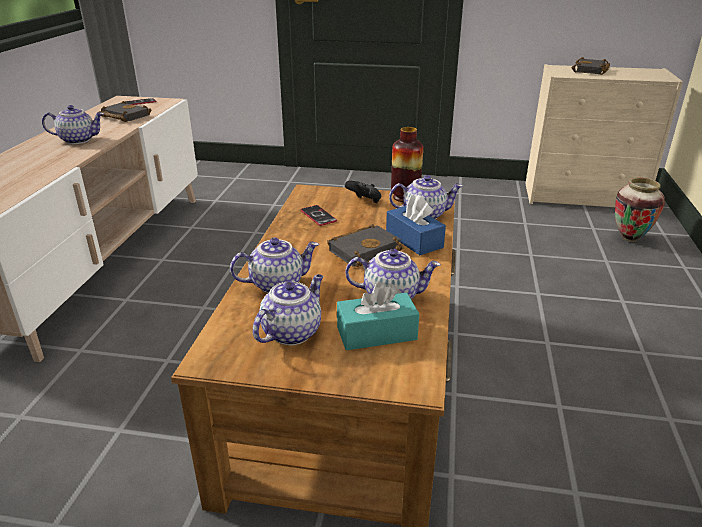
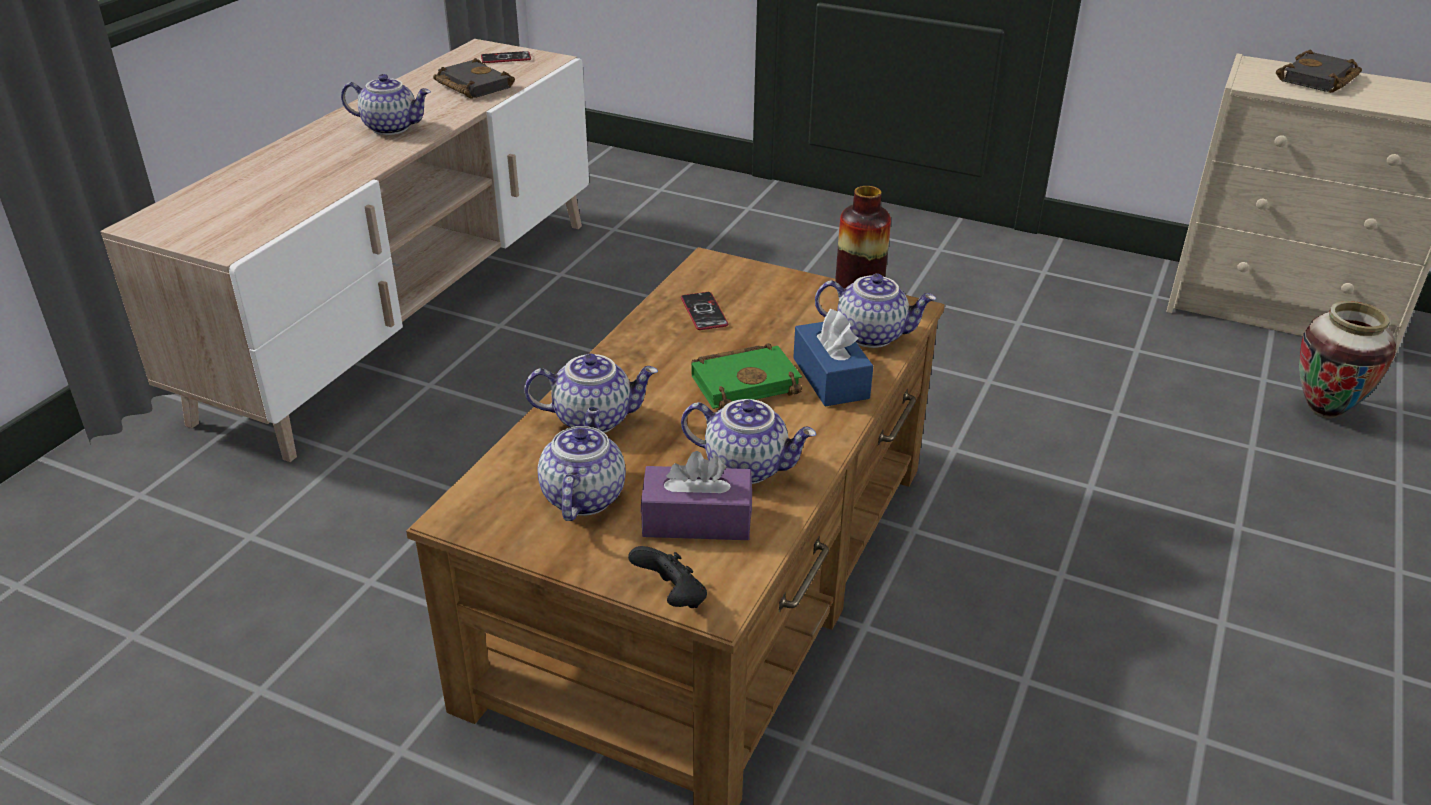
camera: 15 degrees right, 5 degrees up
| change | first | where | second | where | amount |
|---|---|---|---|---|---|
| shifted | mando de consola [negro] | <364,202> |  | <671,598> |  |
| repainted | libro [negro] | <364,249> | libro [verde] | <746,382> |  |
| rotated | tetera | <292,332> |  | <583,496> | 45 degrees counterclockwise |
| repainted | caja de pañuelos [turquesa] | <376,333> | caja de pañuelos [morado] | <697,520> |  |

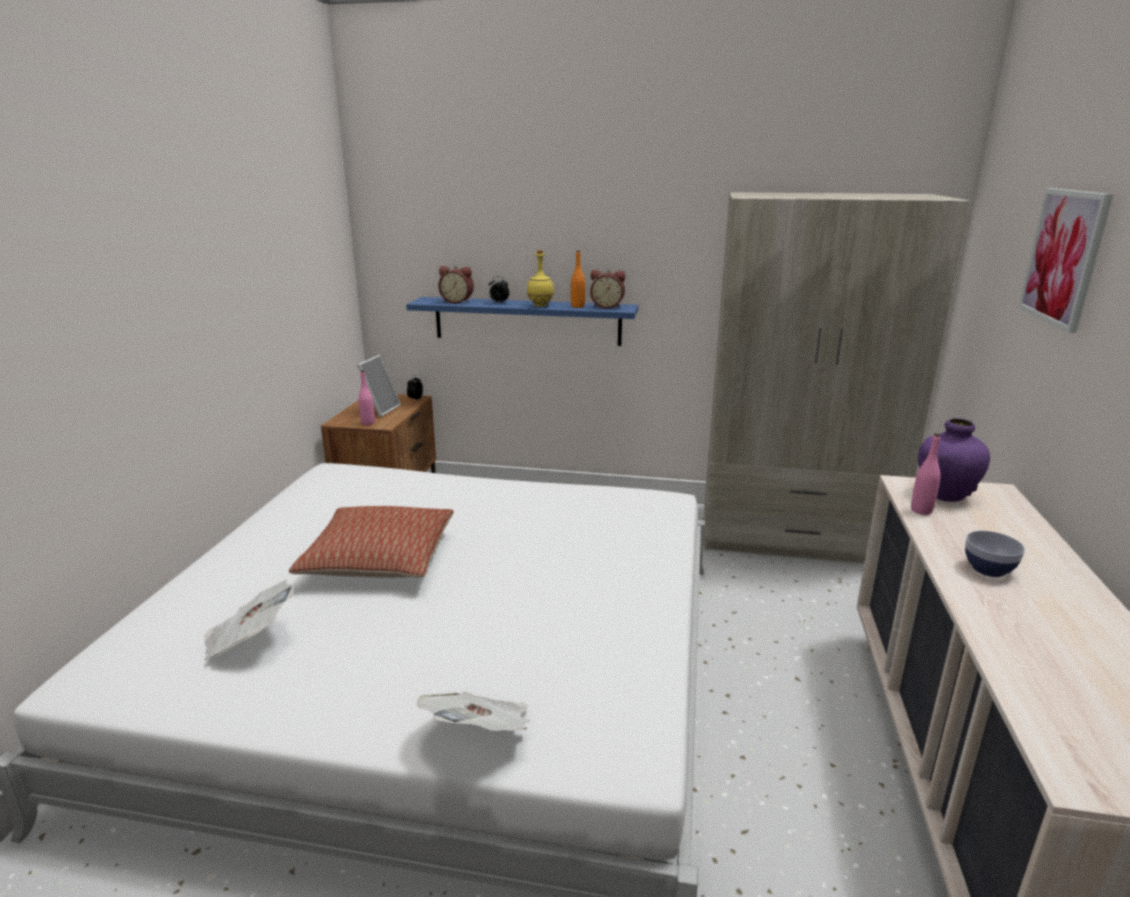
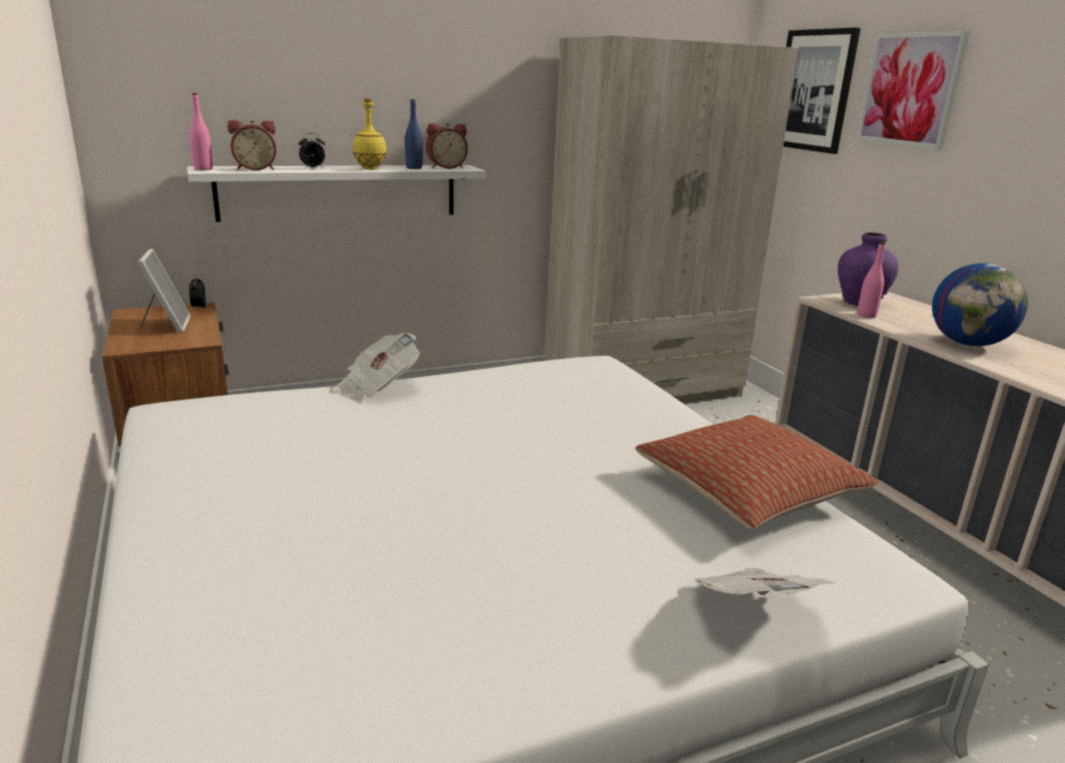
camera: 35 degrees left, 0 degrees up
| change | first | where | second | where | amount |
|---|---|---|---|---|---|
| repainted | botella [naranja] | <577,306> | botella [azul] | <414,168> |  |
| repainted | estante [azul] | <527,321> | estante [blanco] | <340,192> |  |
| shifted | botella [rosa] | <368,423> |  | <203,169> |  |
| shifted | cojín | <379,559> |  | <747,491> |  |
| swapped | cuenco | <988,569> | globo terráqueo | <968,344> |  |
| shifted | periódico | <250,640> |  | <377,386> |  |
| new |  |  | cuadro | <814,90> |  |

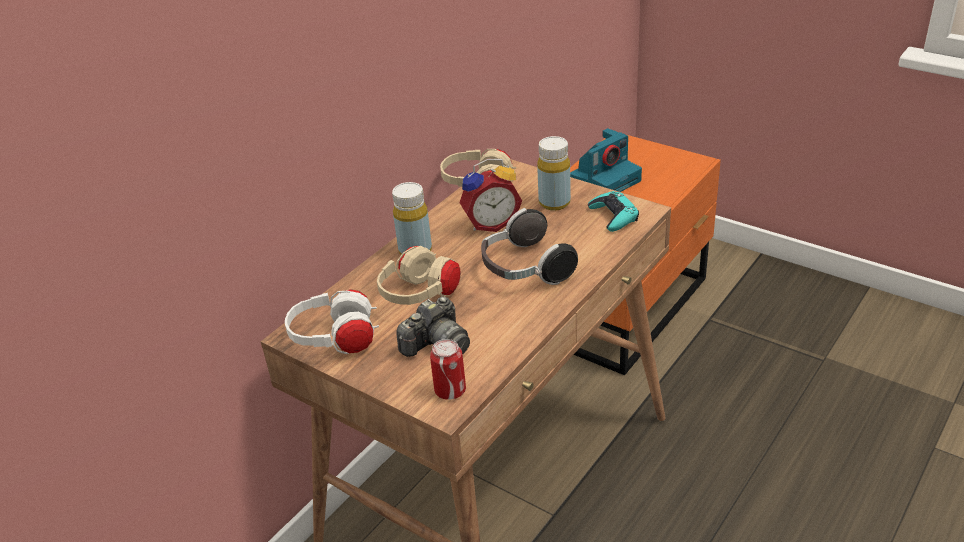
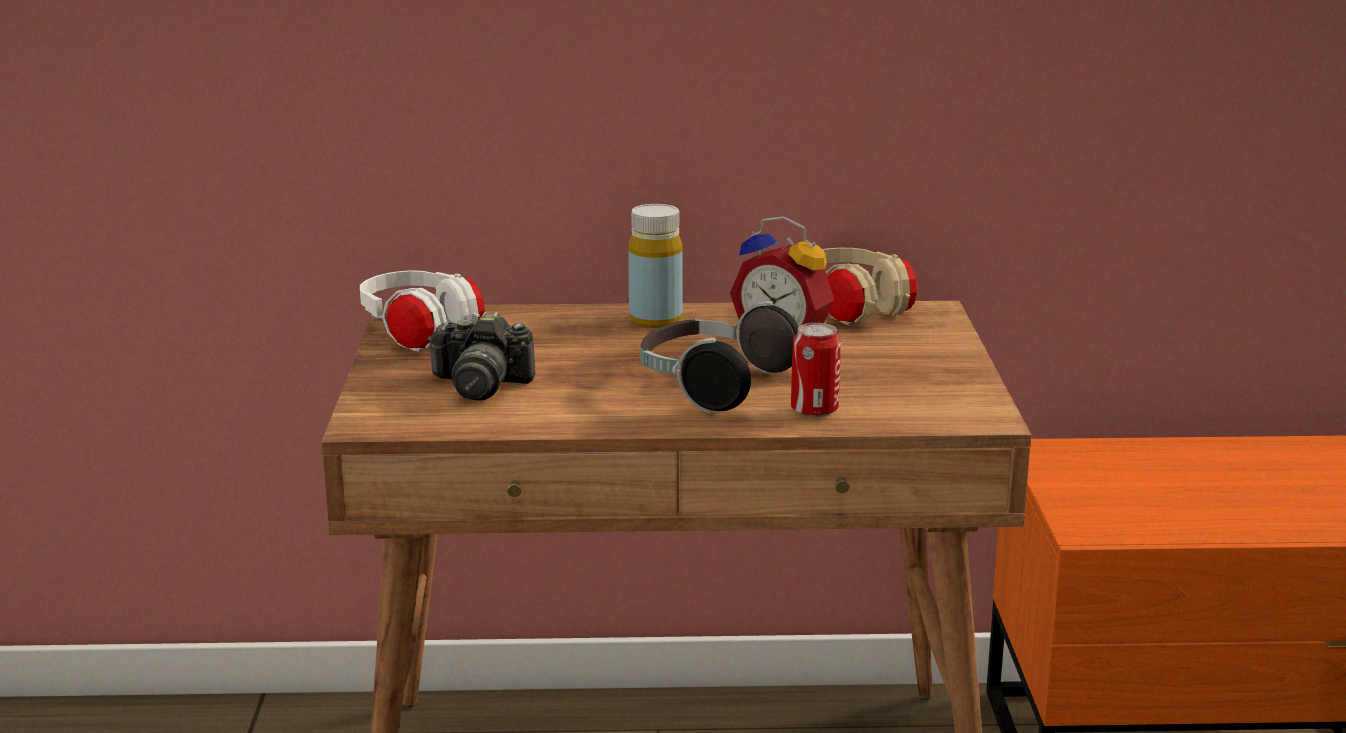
camera: 50 degrees right, 15 degrees down
| change | first | where | second | where | amount |
|---|---|---|---|---|---|
| gone | cámara | <605,179> |  |  |  |
| gone | botella [amarillo] | <554,203> |  |  |  |
| gone | mando de consola [turquesa] | <613,216> |  |  |  |
| gone | auriculares [beis] | <420,296> |  |  |  |
| shifted | lata | <450,391> |  | <814,410> |  |

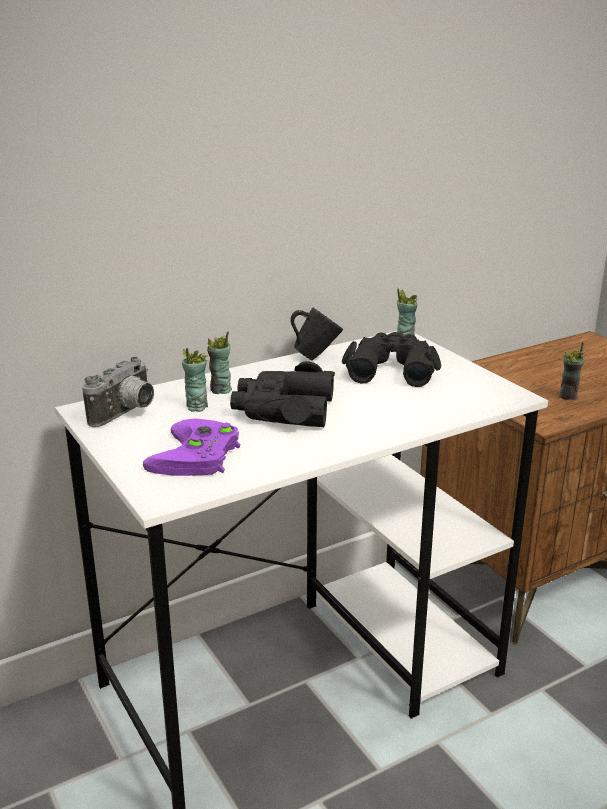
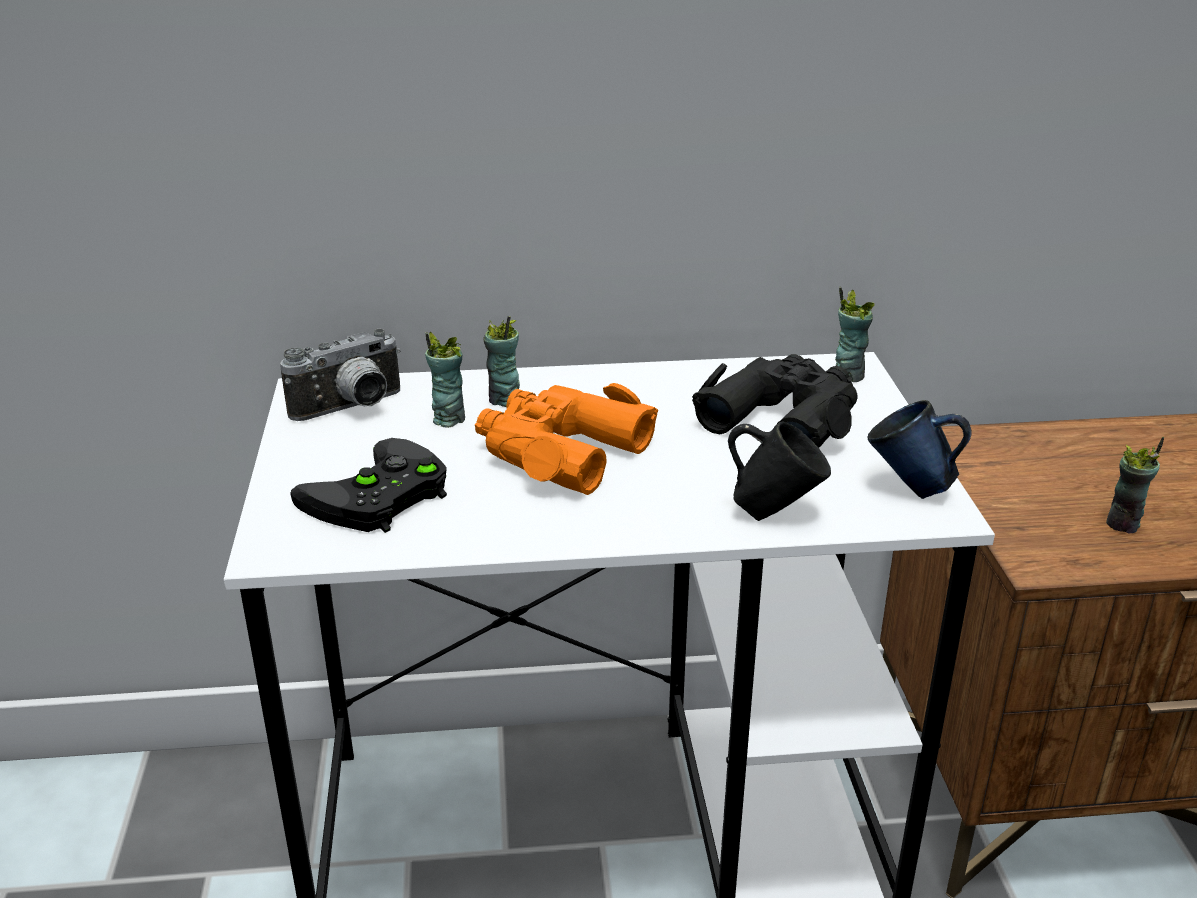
camera: 25 degrees right, 5 degrees up
| change | first | where | second | where | amount |
|---|---|---|---|---|---|
| shifted | taza grande [negro] | <316,357> |  | <774,512> |  |
| repainted | prismáticos [negro] | <283,409> | prismáticos [naranja] | <559,451> |  |
| repainted | mando de consola [morado] | <197,457> | mando de consola [negro] | <376,498> |  |
| new |  |  | taza grande [azul] | <911,489> |  |

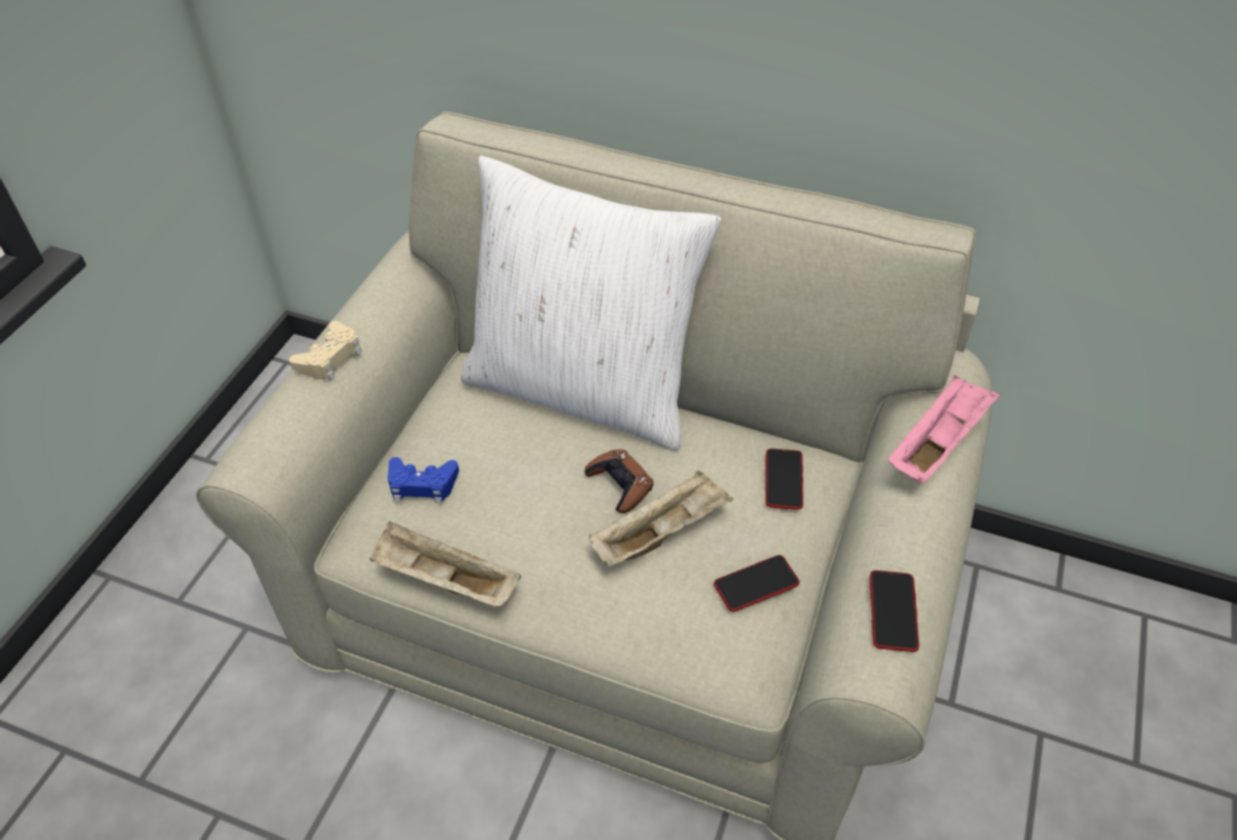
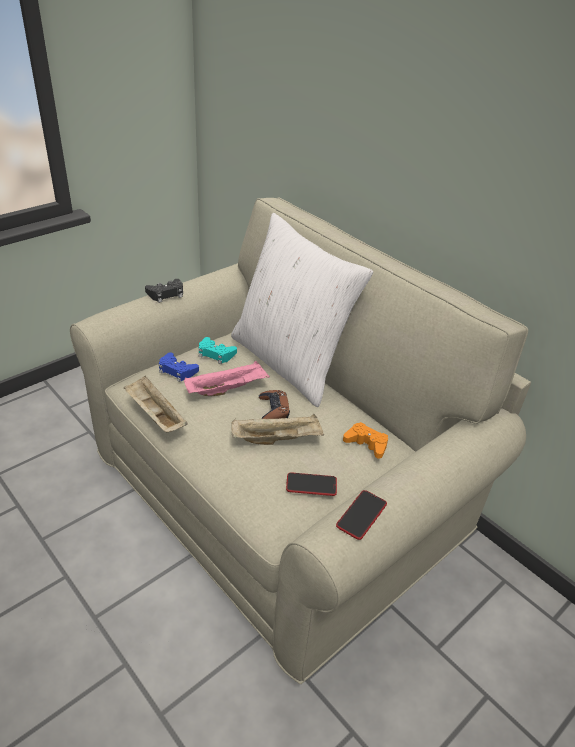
camera: 25 degrees right, 10 degrees down
| change | first | where | second | where | amount |
|---|---|---|---|---|---|
| repainted | mando de consola [beis] | <330,357> | mando de consola [negro] | <166,294> |  |
| shifted | bandeja [rosa] | <937,443> |  | <227,389> |  |
| swapped | móvil | <783,479> | mando de consola [naranja] | <366,444> |  |
| new |  |  | mando de consola [turquesa] | <216,354> |  |

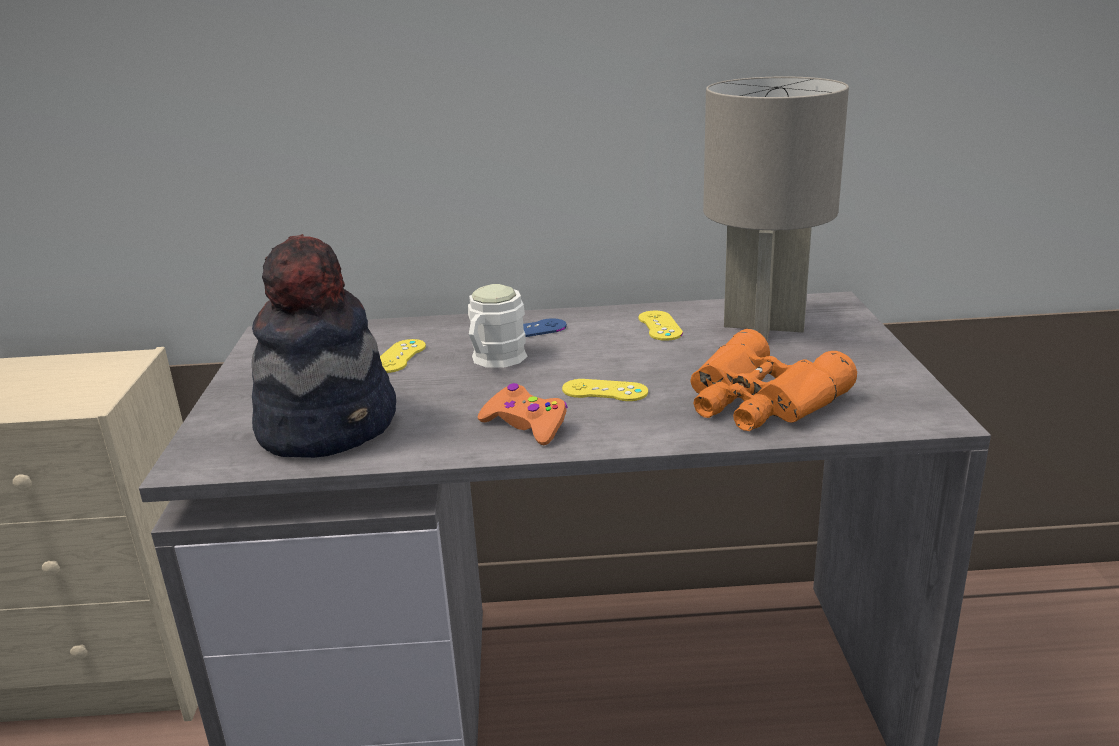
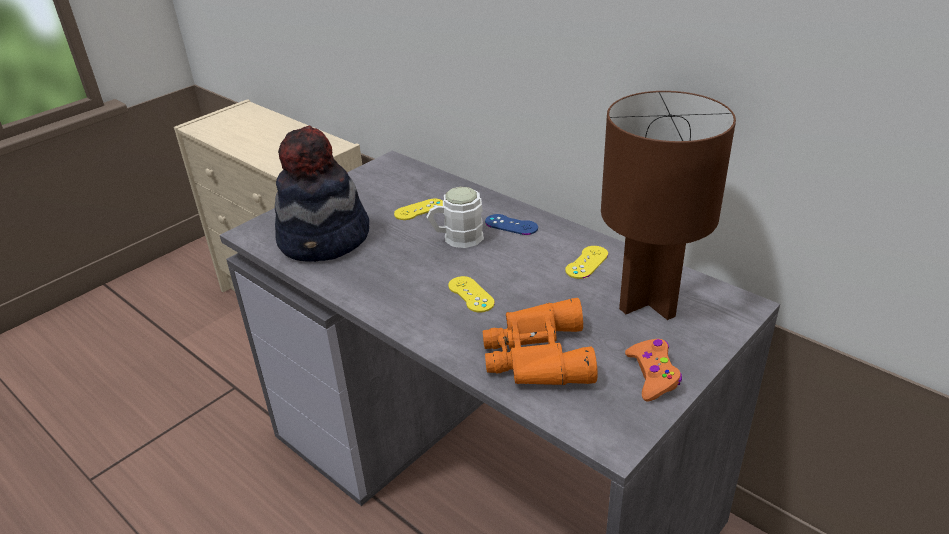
camera: 45 degrees right, 10 degrees up
| change | first | where | second | where | amount |
|---|---|---|---|---|---|
| repainted | lámpara de mesa [gris] | <762,327> | lámpara de mesa [marrón] | <649,300> |  |
| shifted | mando de consola [naranja] | <526,425> |  | <653,375> |  |

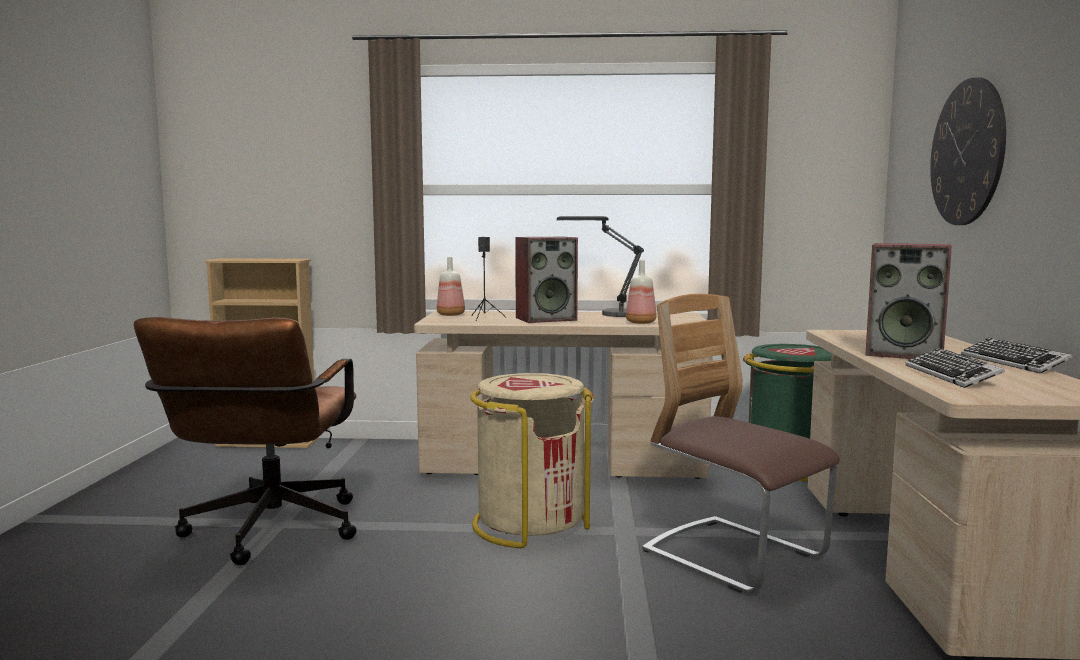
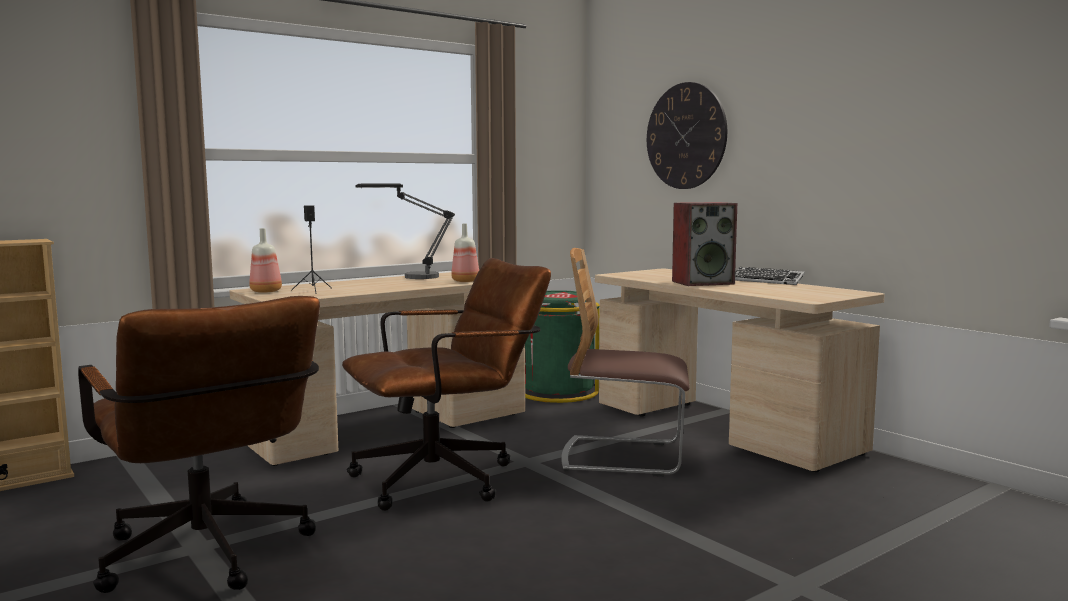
camera: 40 degrees left, 0 degrees up
| change | first | where | second | where | amount |
|---|---|---|---|---|---|
| gone | altavoz | <546,319> |  |  |  |
| gone | teclado | <951,375> |  |  |  |
| swapped | papelera [beis] | <530,524> | silla de oficina [marrón] | <448,477> |  |

